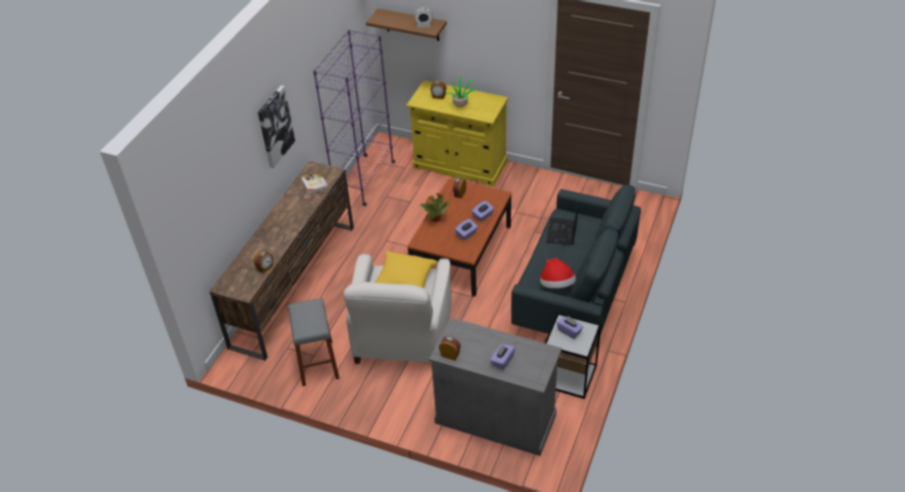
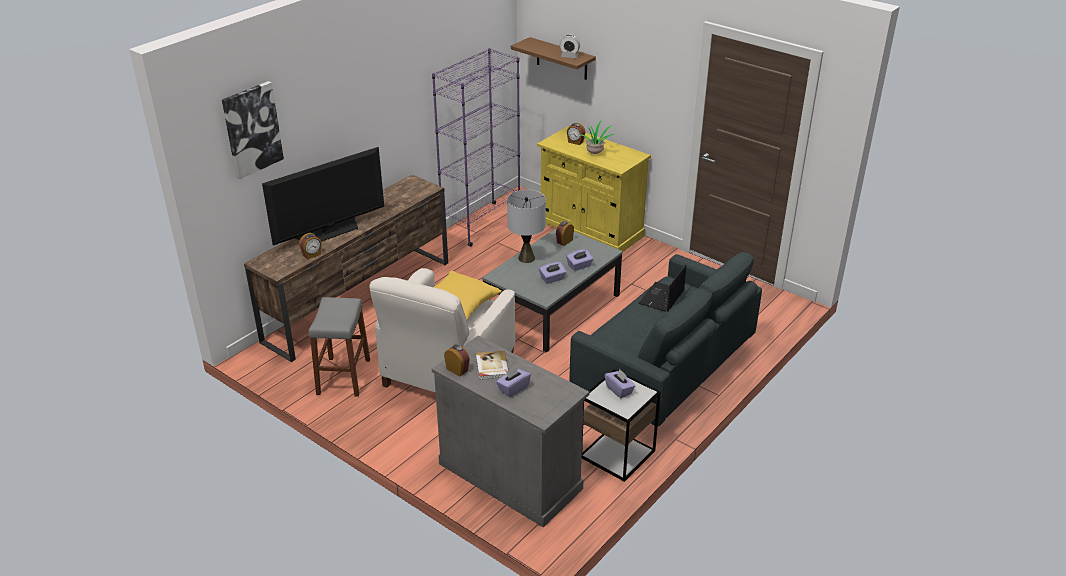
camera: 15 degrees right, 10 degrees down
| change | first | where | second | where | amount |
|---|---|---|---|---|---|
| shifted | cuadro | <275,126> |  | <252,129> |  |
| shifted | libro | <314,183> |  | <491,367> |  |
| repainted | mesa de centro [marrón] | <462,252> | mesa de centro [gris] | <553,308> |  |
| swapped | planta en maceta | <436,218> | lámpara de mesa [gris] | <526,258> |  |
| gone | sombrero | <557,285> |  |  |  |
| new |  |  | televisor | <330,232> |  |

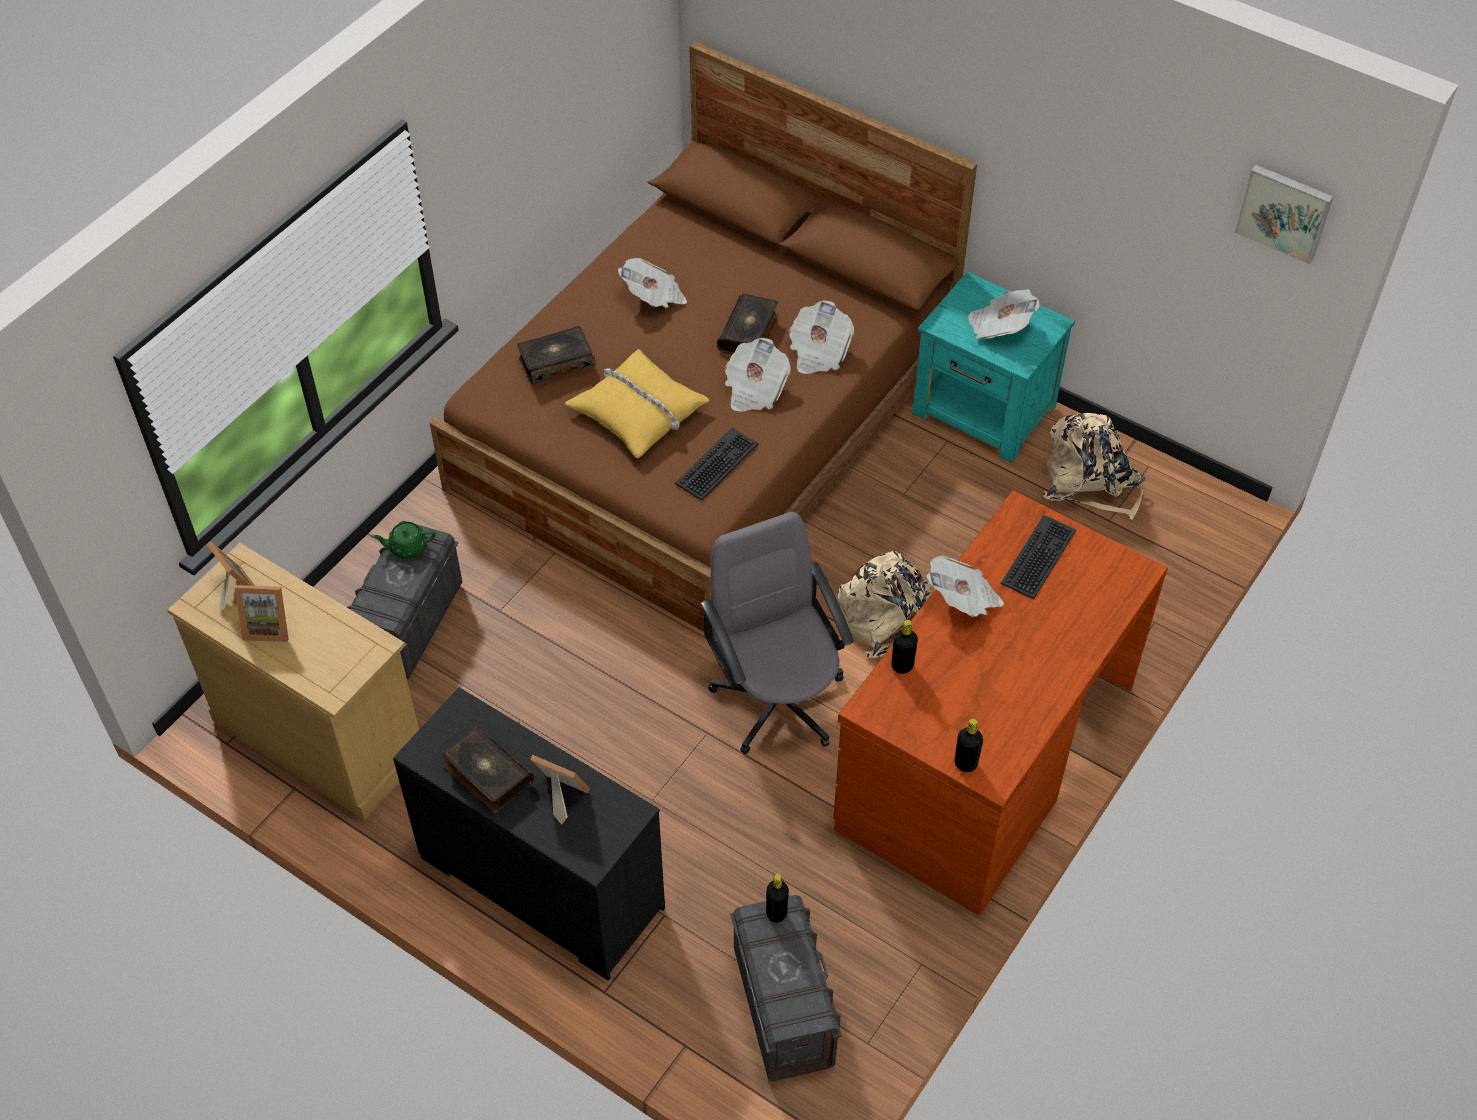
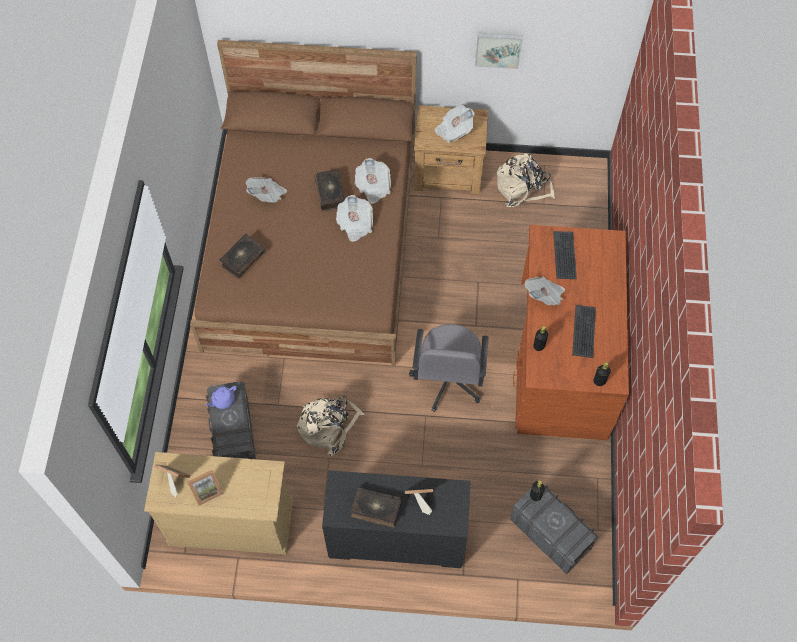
camera: 30 degrees left, 10 degrees up
| change | first | where | second | where | amount |
|---|---|---|---|---|---|
| shifted | cuadro | <1284,211> |  | <498,48> |  |
| repainted | mesita de noche [turquesa] | <984,412> | mesita de noche [marrón] | <449,172> |  |
| gone | cojín [amarillo] | <638,412> |  |  |  |
| shifted | teclado | <717,465> |  | <584,331> |  |
| rotated | silla de oficina [gris] | <778,699> |  | <447,380> | 120 degrees counterclockwise |
| repainted | tetera [verde] | <407,547> | tetera [morado] | <223,400> |  |
| shifted | mochila [beis] | <889,618> |  | <328,426> |  |

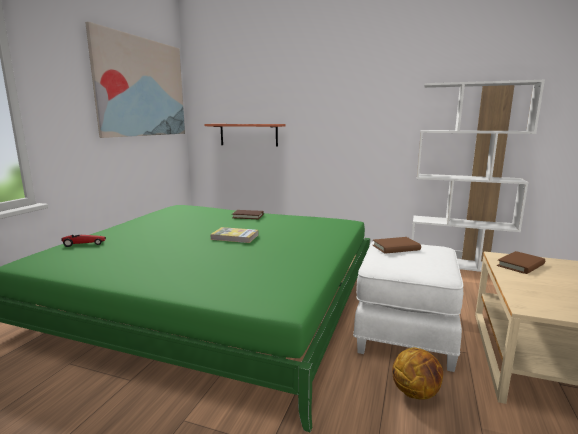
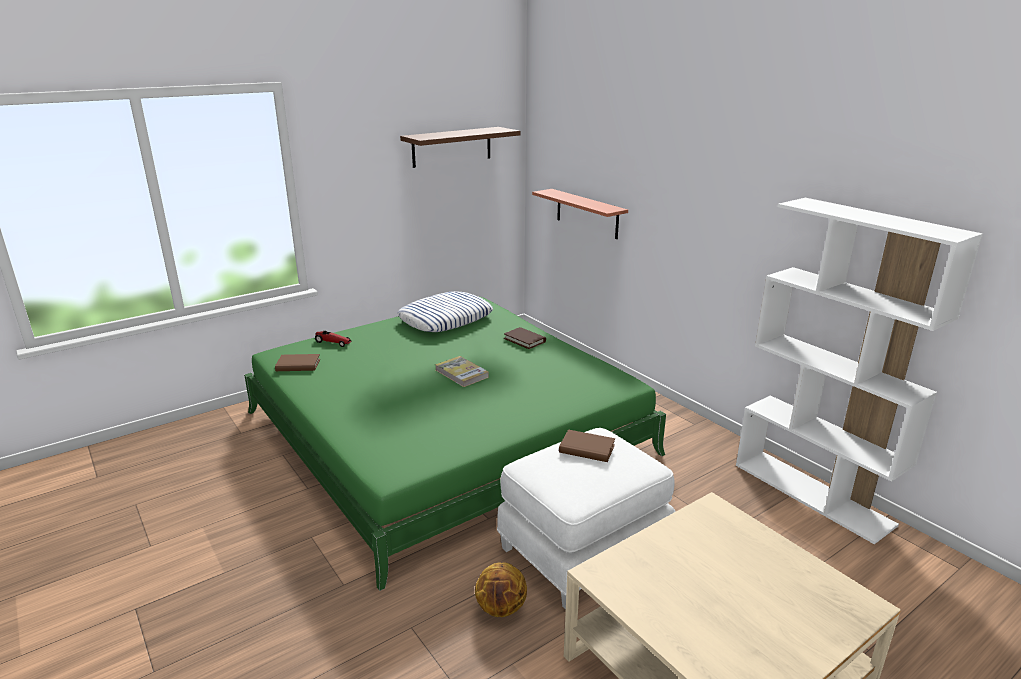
camera: 35 degrees right, 10 degrees up
| change | first | where | second | where | amount |
|---|---|---|---|---|---|
| swapped | cuadro | <142,87> | estante [marrón] | <452,147> |  |
| shifted | libro [marrón] | <520,265> |  | <298,365> |  |
| new |  |  | cojín | <446,318> |  |

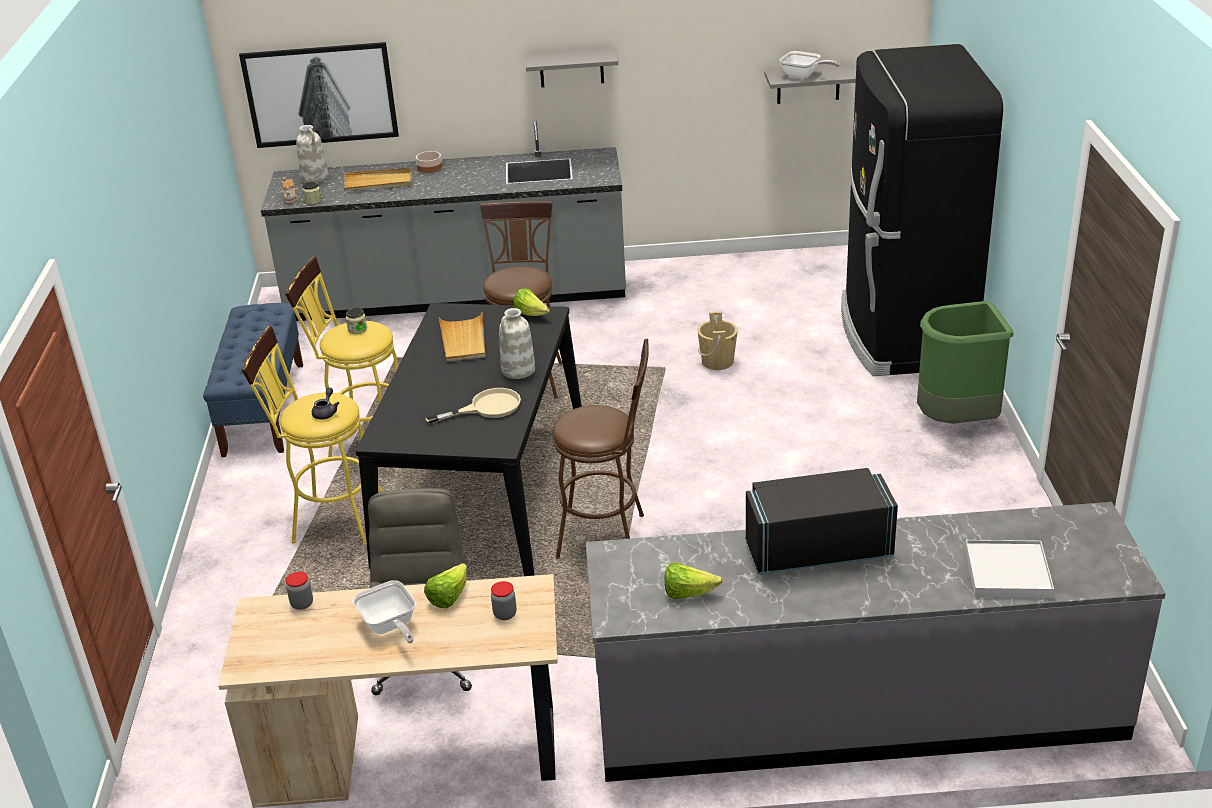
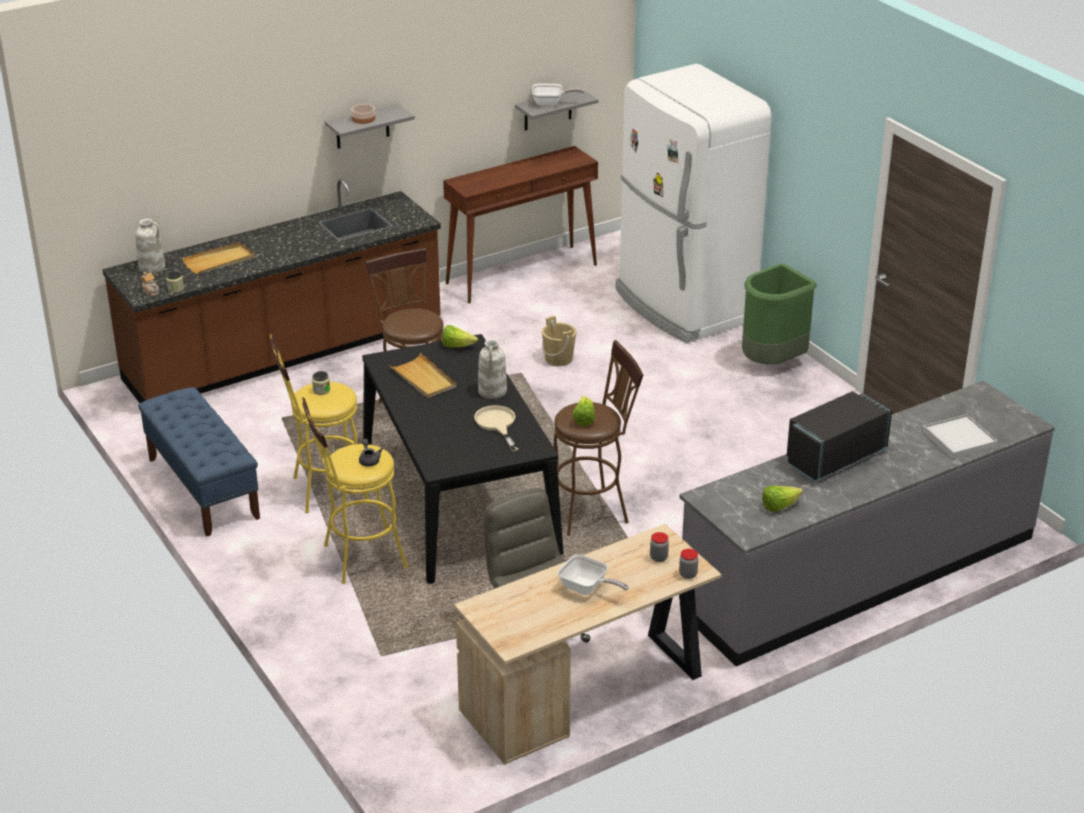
camera: 30 degrees left, 0 degrees up
| change | first | where | second | where | amount |
|---|---|---|---|---|---|
| gone | cuadro | <321,94> |  |  |  |
| repainted | nevera [negro] | <903,335> | nevera [blanco] | <683,306> |  |
| repainted | mueble bajo de cocina [gris] | <458,296> | mueble bajo de cocina [marrón] | <285,353> |  |
| shifted | cuenco | <430,167> |  | <364,119> |  |
| rotated | sartén [beis] | <486,408> |  | <497,424> | 60 degrees counterclockwise |
| shifted | lechuga | <449,597> |  | <583,419> |  |
| shifted | tarro | <302,604> |  | <688,574> |  |
| new |  |  | mesa consola [marrón] | <522,274> |  |

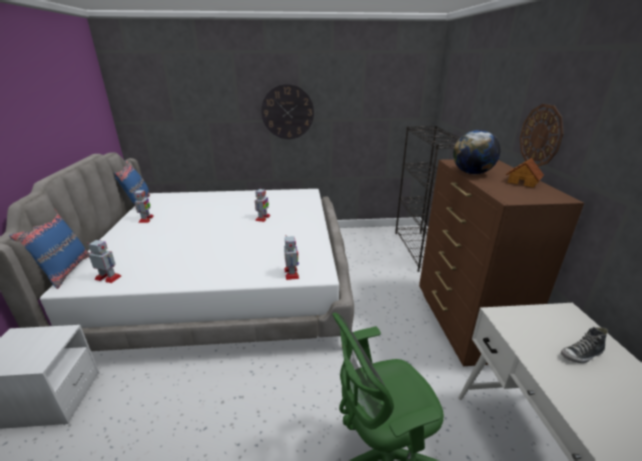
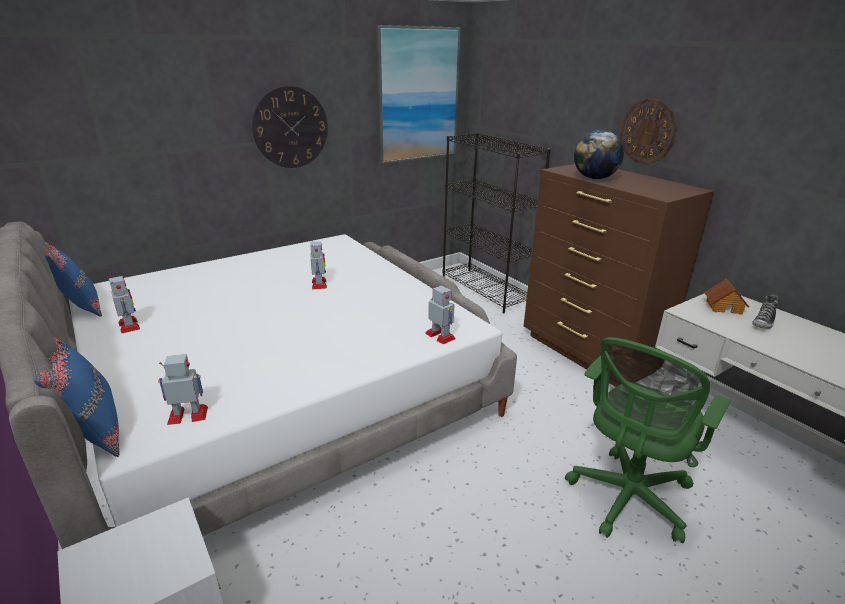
camera: 30 degrees left, 0 degrees up
| change | first | where | second | where | amount |
|---|---|---|---|---|---|
| shifted | casita | <523,182> |  | <723,307> |  |
| new |  |  | cuadro | <418,95> |  |

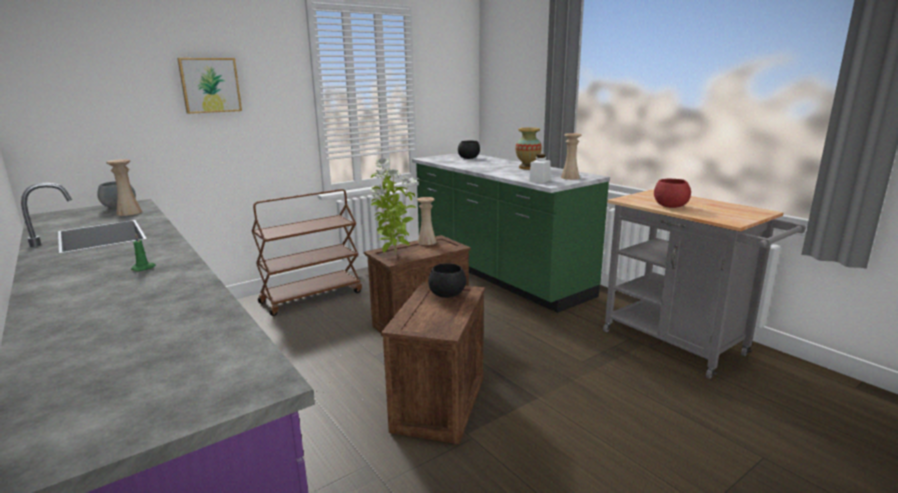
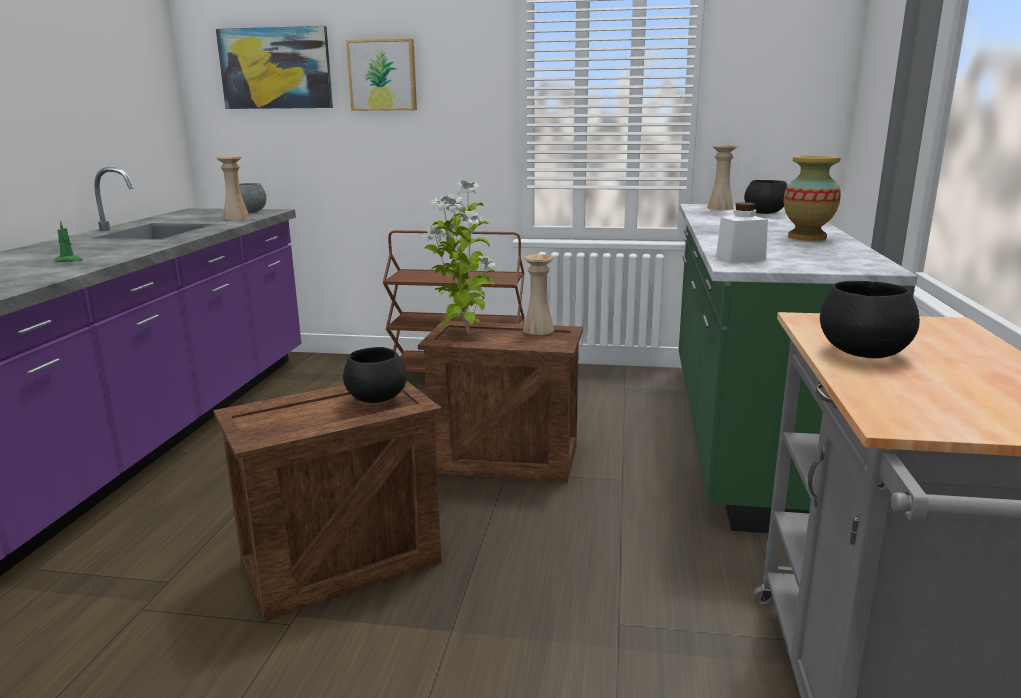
camera: 45 degrees right, 0 degrees up
| change | first | where | second | where | amount |
|---|---|---|---|---|---|
| shifted | florero [beis] | <570,177> |  | <720,208> |  |
| repainted | cuenco [rojo] | <670,206> | cuenco [negro] | <863,353> |  |
| new |  |  | cuadro | <276,68> |  |

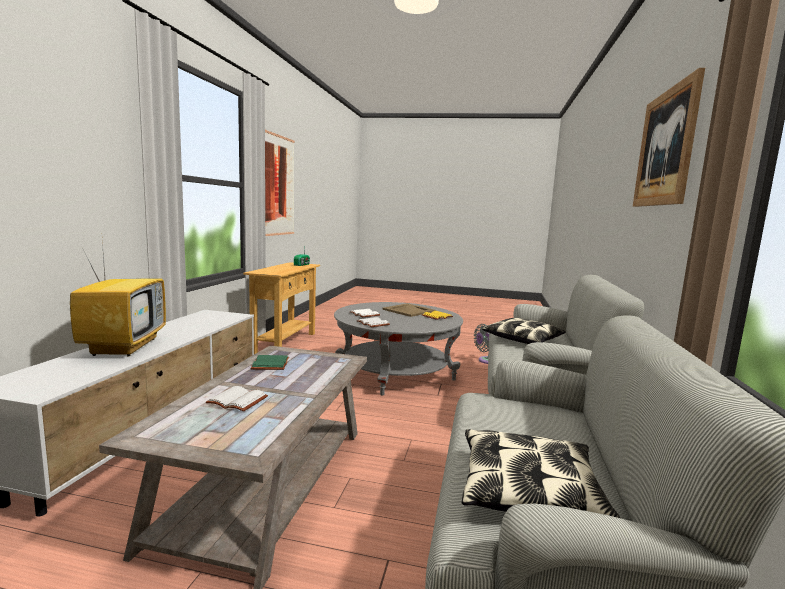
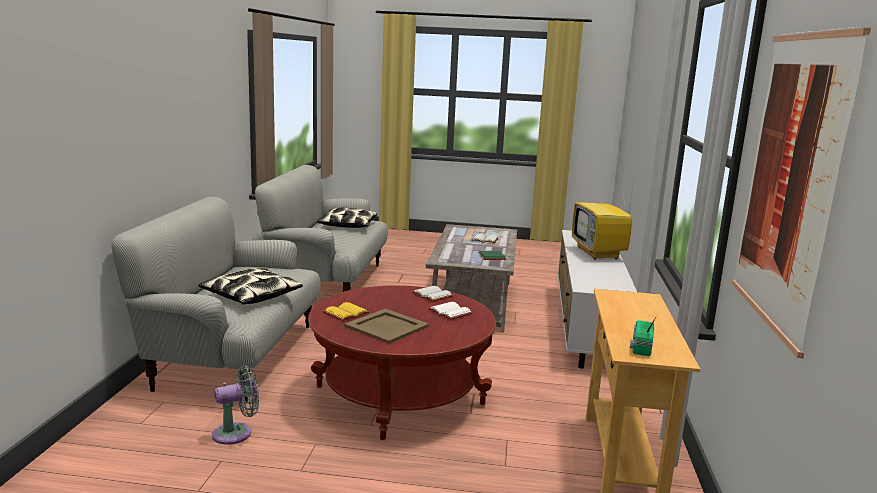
camera: 175 degrees right, 5 degrees up
| change | first | where | second | where | amount |
|---|---|---|---|---|---|
| gone | cuadro | <665,148> |  |  |  |
| repainted | mesa de centro [gris] | <395,372> | mesa de centro [rojo] | <400,395> |  |

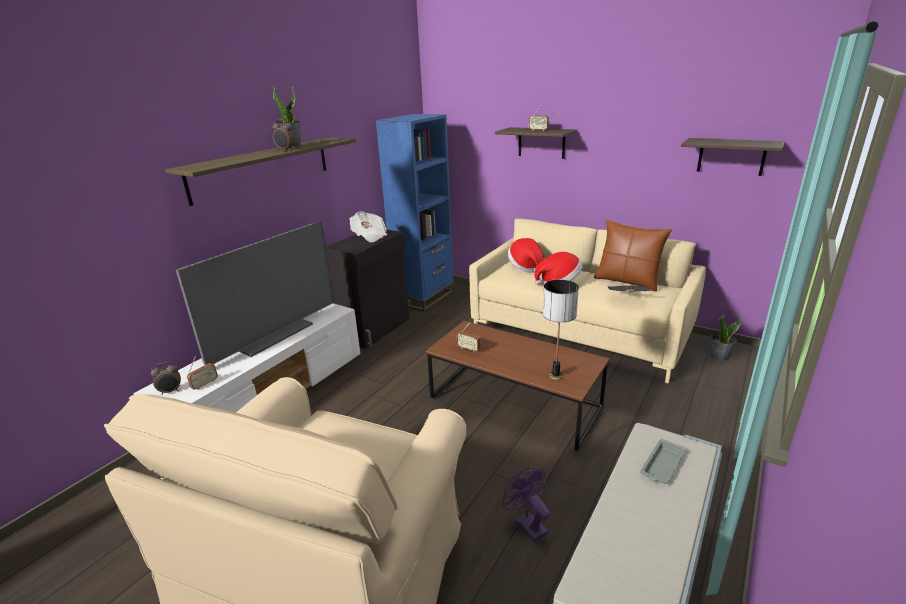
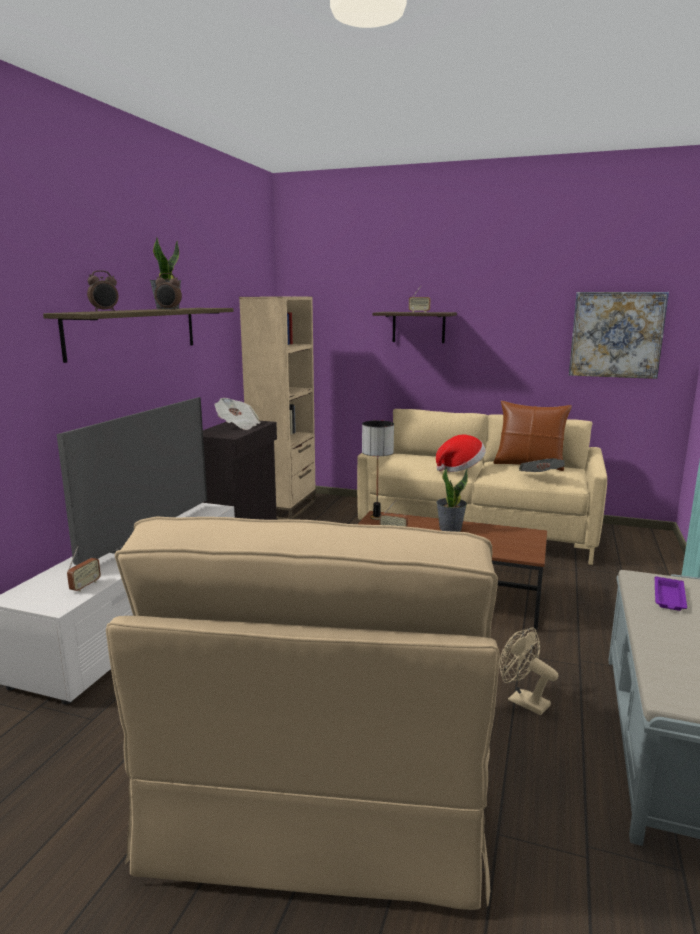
camera: 15 degrees left, 10 degrees down
| change | first | where | second | where | amount |
|---|---|---|---|---|---|
| repainted | estantería [azul] | <424,297> | estantería [beis] | <284,508> |  |
| swapped | estante | <731,156> | cuadro | <616,335> |  |
| gone | sombrero | <526,267> |  |  |  |
| shifted | lámpara de mesa | <556,375> |  | <377,517> |  |
| shifted | planta en maceta | <719,356> |  | <450,528> |  |
| shifted | despertador | <171,391> |  | <105,311> |  |
| repainted | bandeja [gris] | <661,465> | bandeja [morado] | <669,598> |  |
| repainted | ventilador [morado] | <527,524> | ventilador [beis] | <522,701> |  |

